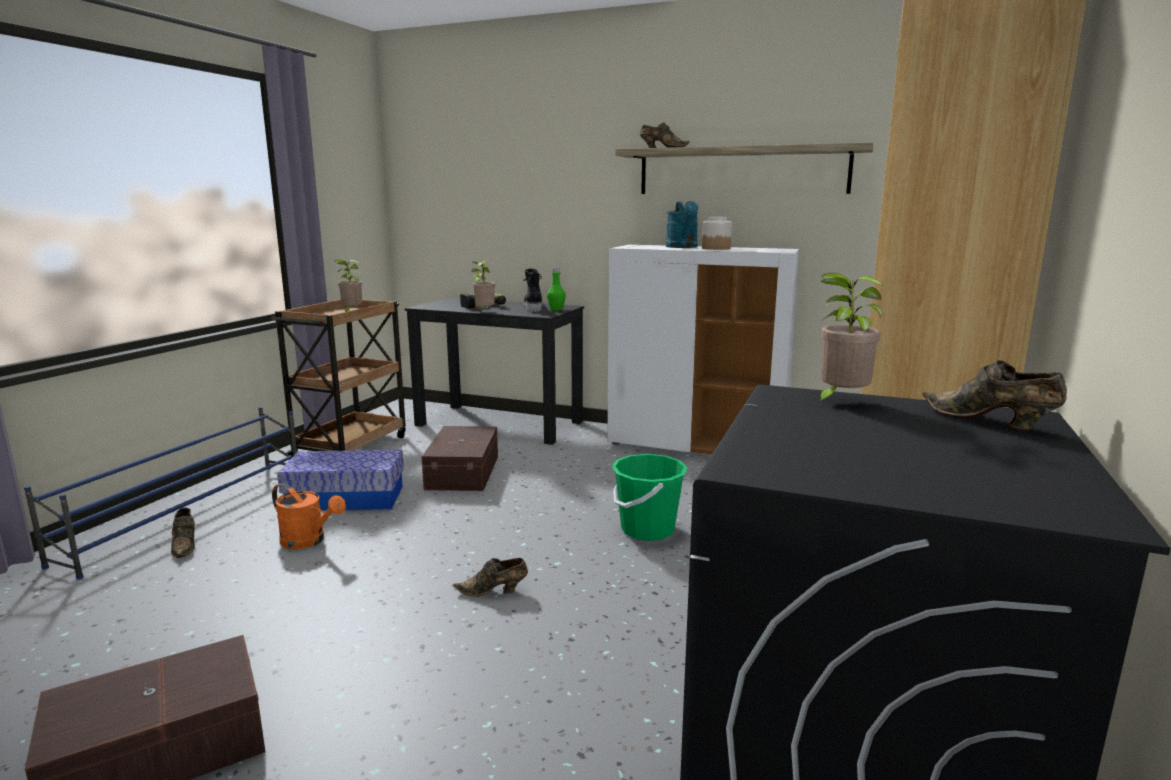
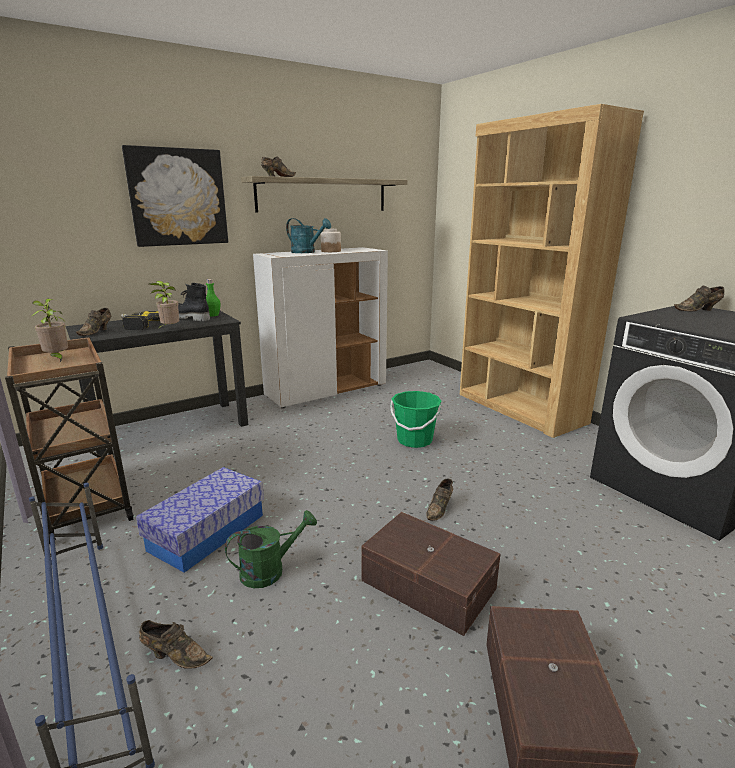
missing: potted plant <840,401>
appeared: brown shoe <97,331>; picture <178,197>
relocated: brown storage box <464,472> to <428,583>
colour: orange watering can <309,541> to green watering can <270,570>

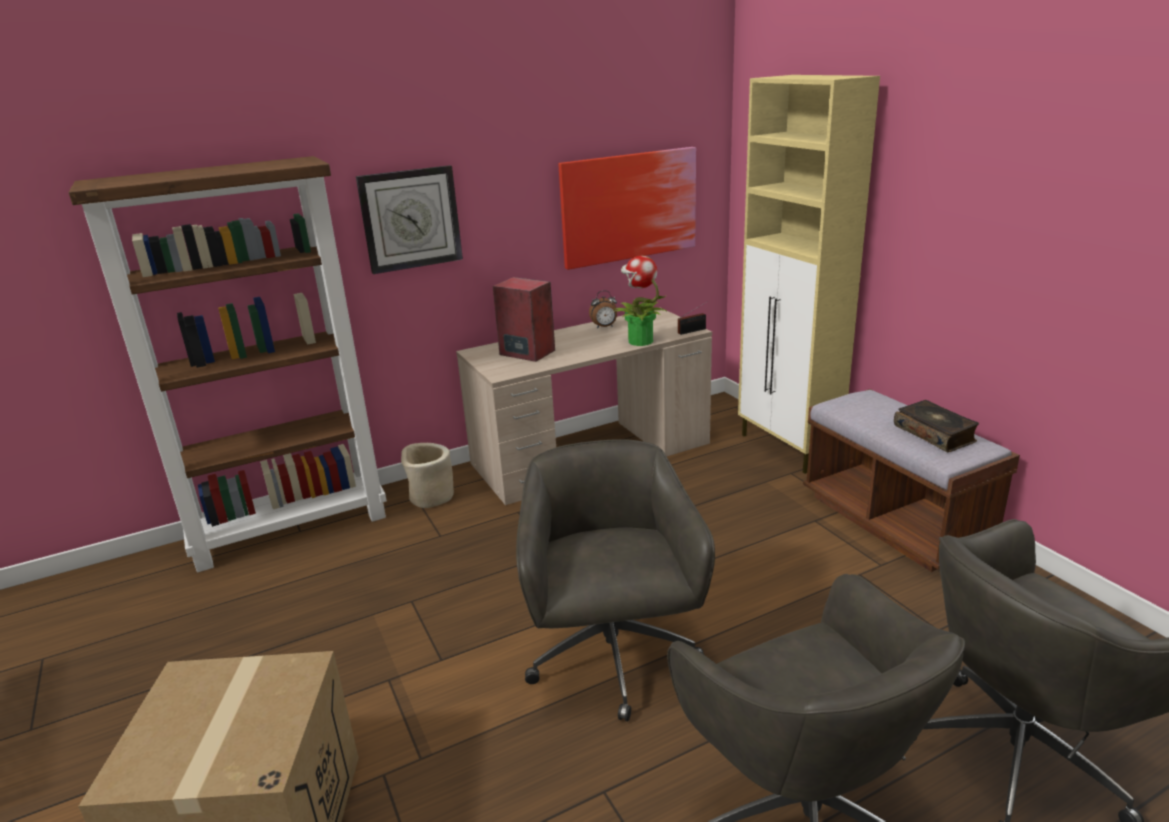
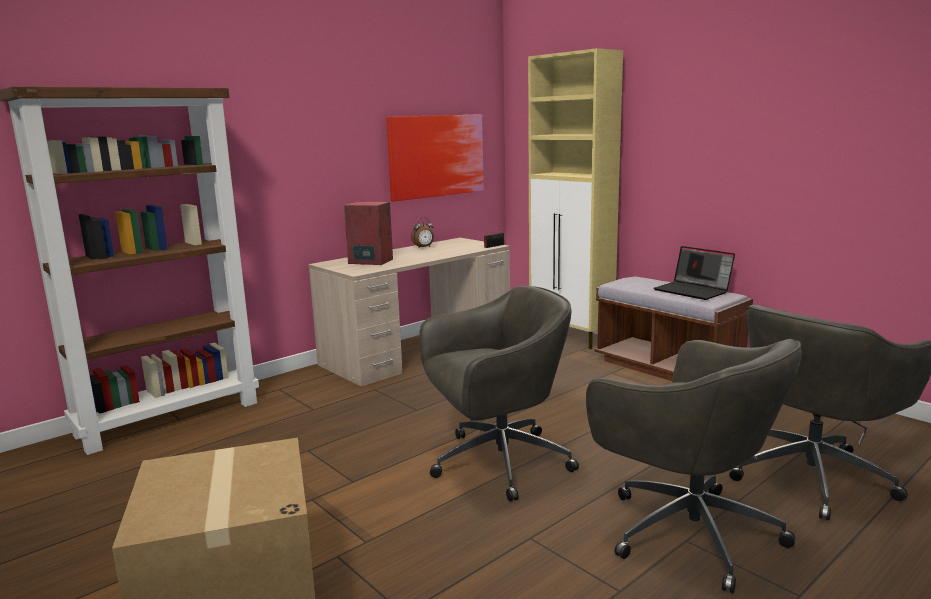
missing: wall clock <410,219>; beige planter <430,497>; potted plant <639,341>
exchanged: book <935,434> to laptop <693,291>
spun: grey office chair <612,658> = <497,463> 90 degrees clockwise

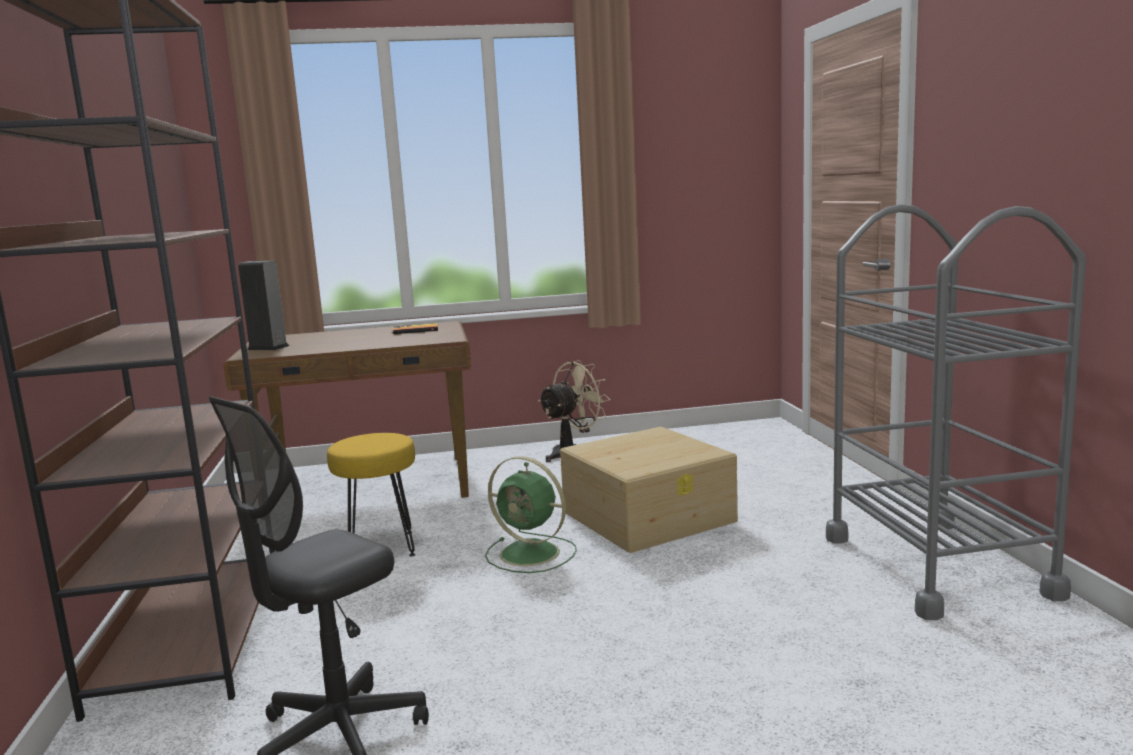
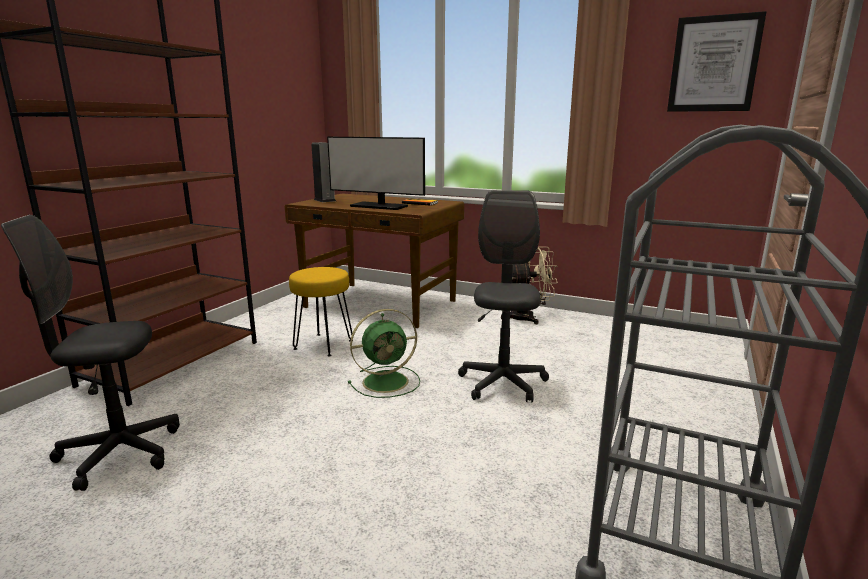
appeared: monitor <379,206>; picture <714,64>
exchanged: beige storage box <649,516> to grey office chair <502,383>
spun: green fan <532,554> = <387,381> 90 degrees counterclockwise

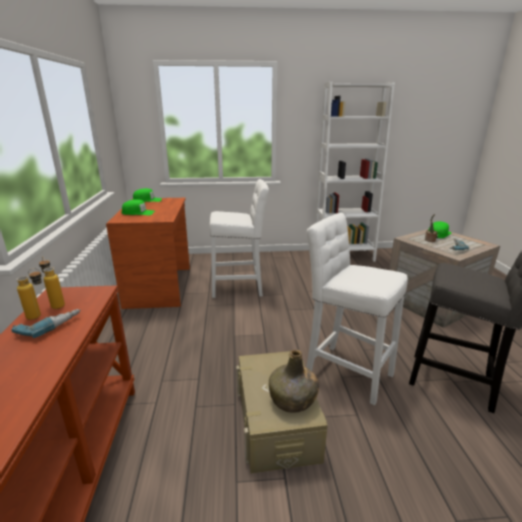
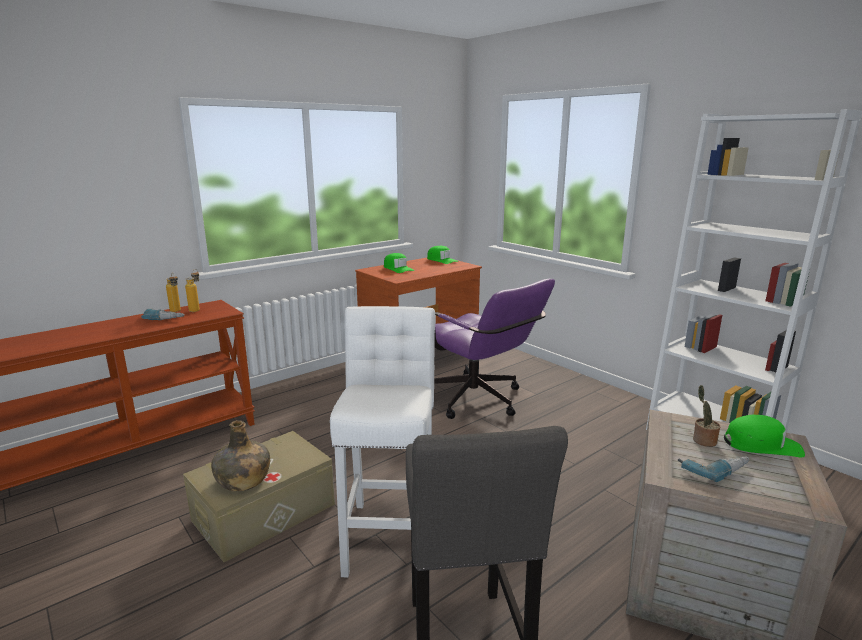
exchanged: white stool <240,288> to purple office chair <480,402>

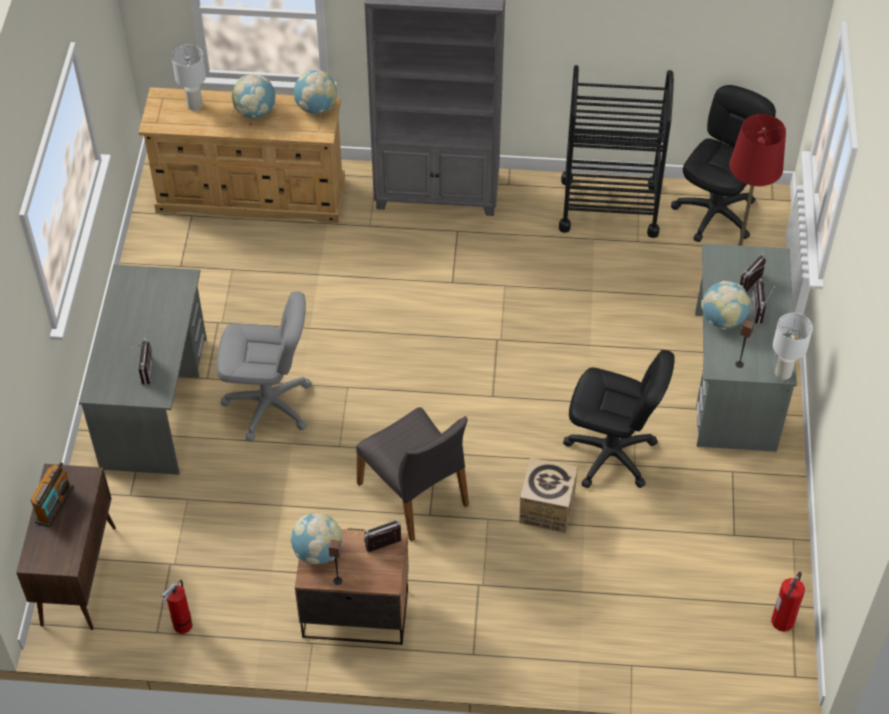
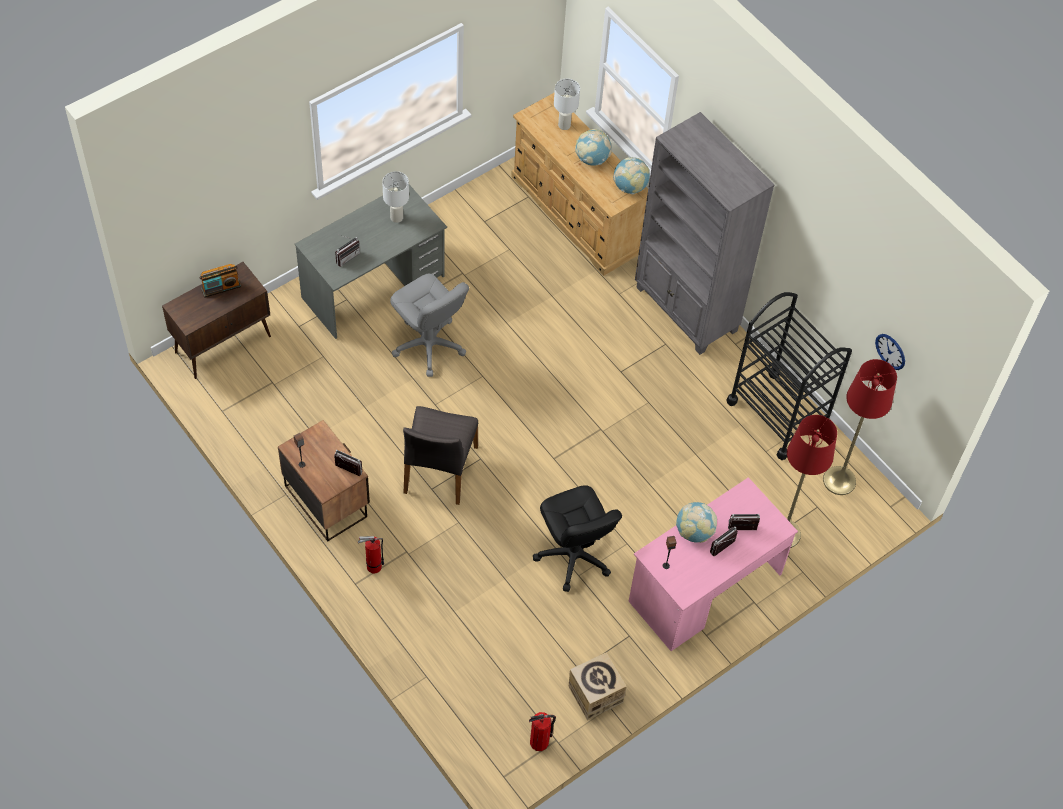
missing: globe <318,552>
appeared: wall clock <890,351>
relocated: fire extinguisher <181,627> to <372,567>; cardboard box <546,508> to <595,694>; white table lamp <782,373> to <396,217>
exchanged: black office chair <715,214> to red floor lamp <839,480>
colour: grey desk <734,381> to pink desk <704,588>

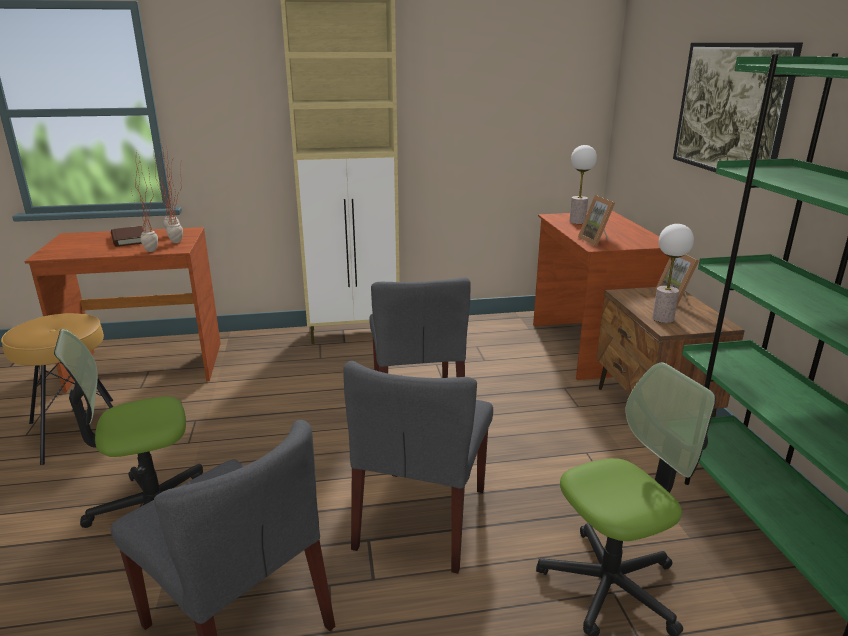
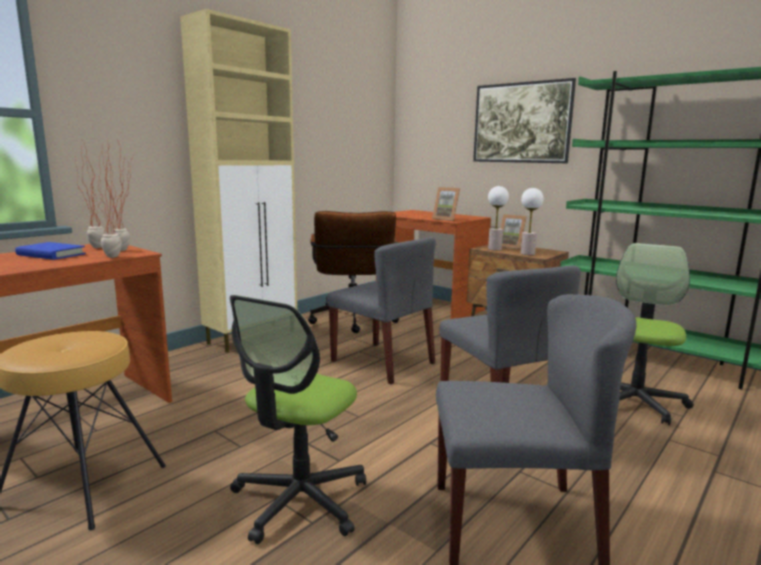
appeared: brown office chair <353,322>
relocated: table lamp <577,222> to <494,249>
colour: brown book <129,239> to blue book <51,254>

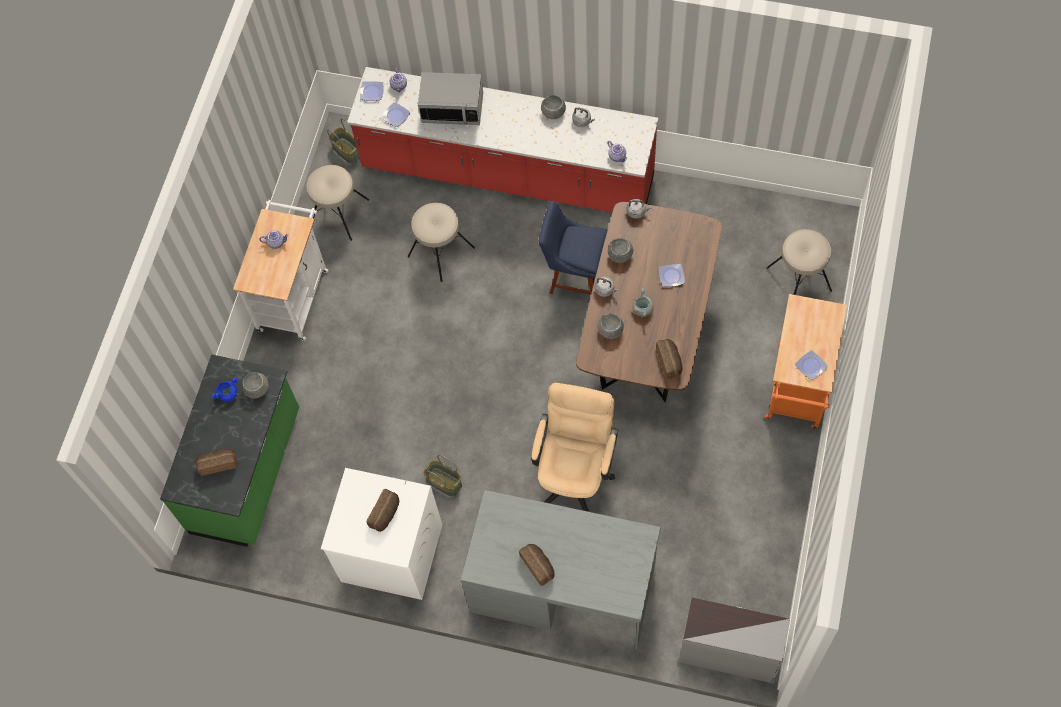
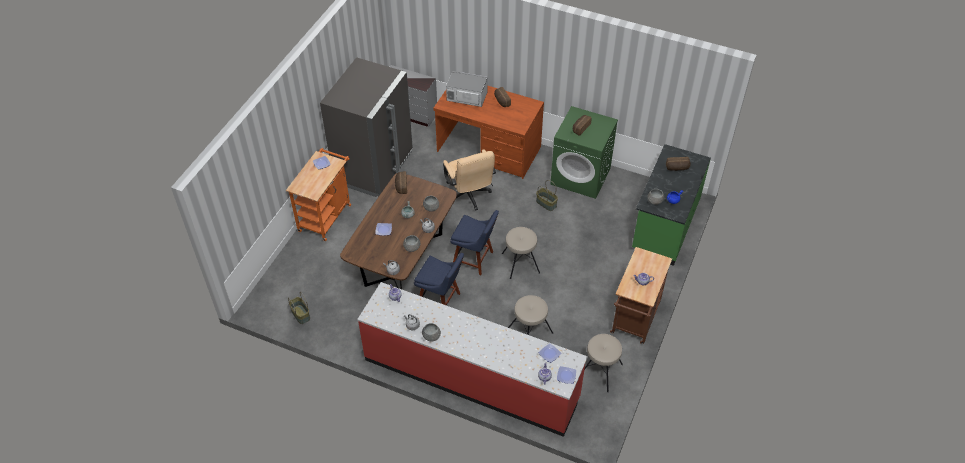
appeared: grey fridge <374,167>; blue chair <475,259>
relocated: basket <347,151> to <300,314>; microwave <452,108> to <467,97>; beige stool <799,278> to <520,263>
colour: white cart <294,295> to brown cart <634,321>; white washing machine <391,553> to green washing machine <581,176>; grey desk <562,586> to brown desk <489,150>
spun: beige office chair <575,473> = <469,196> 45 degrees counterclockwise

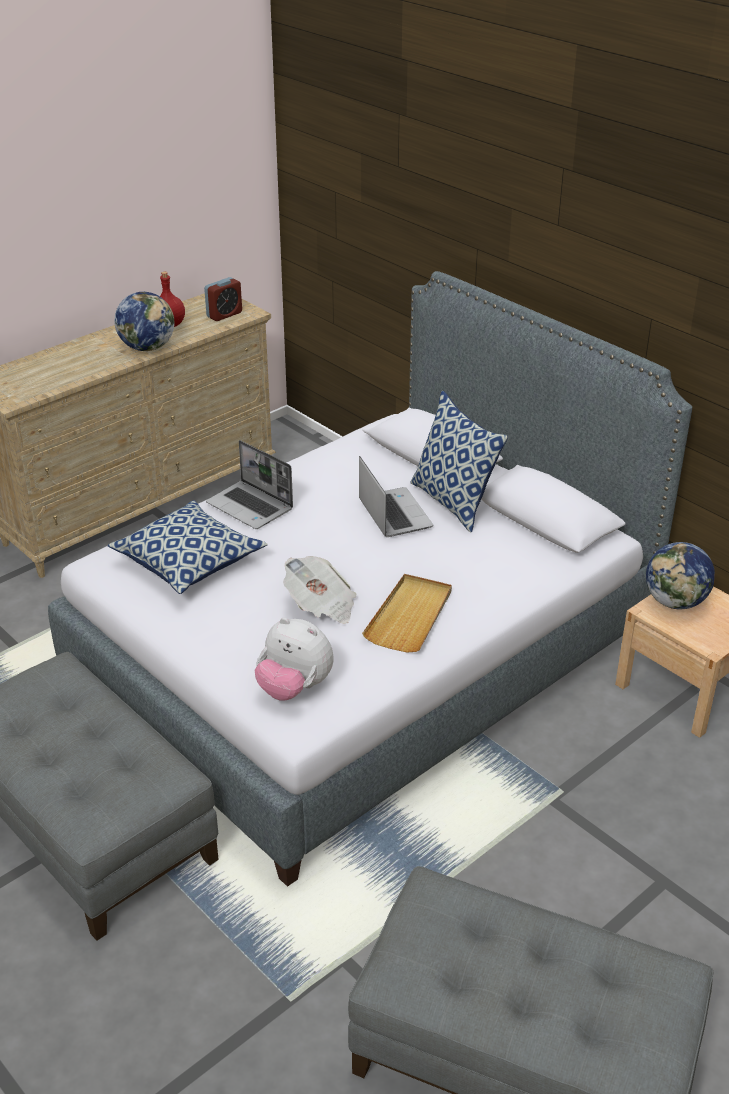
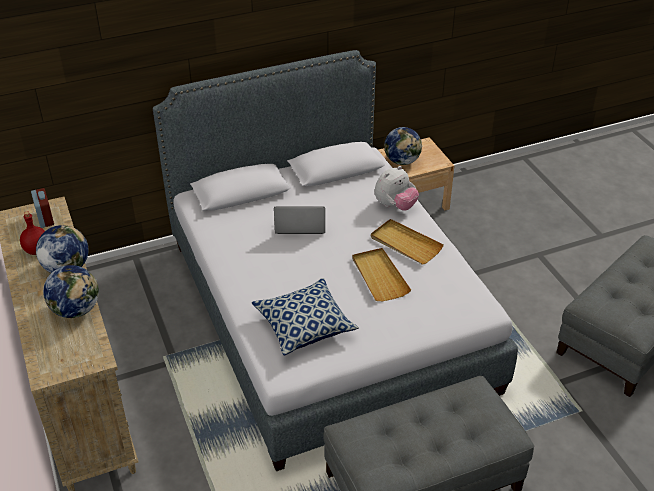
missing: laptop <251,507>; pillow <454,502>
appeared: globe <76,310>
relocated: plush toy <294,688> to <395,206>
exchanged: newspaper <321,605> to beige tray <379,276>

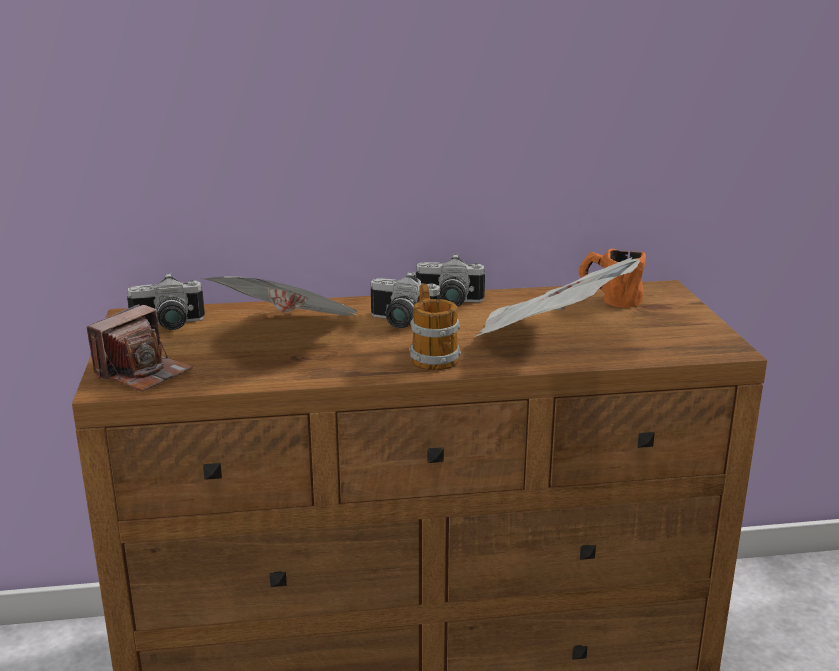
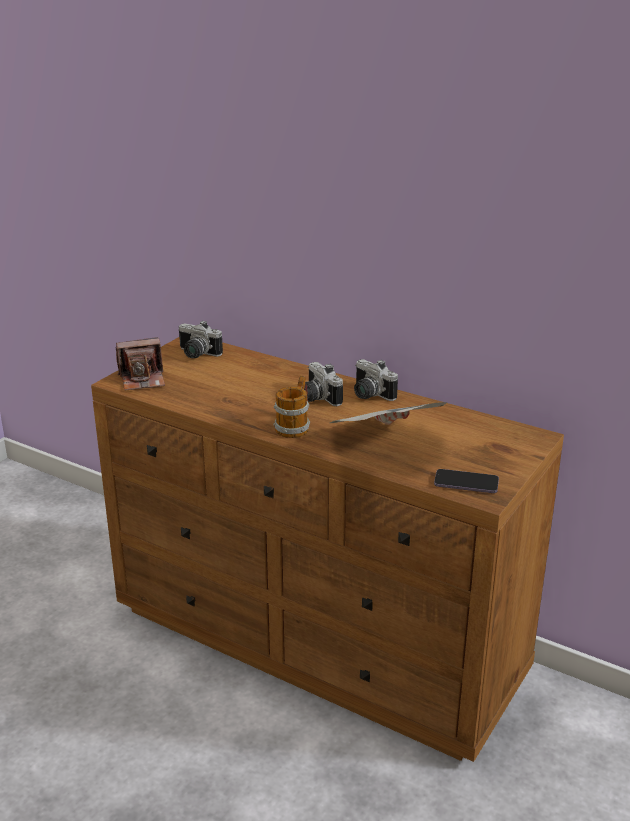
missing: newspaper <292,338>; orange mug <609,299>
appeared: phone <466,483>

